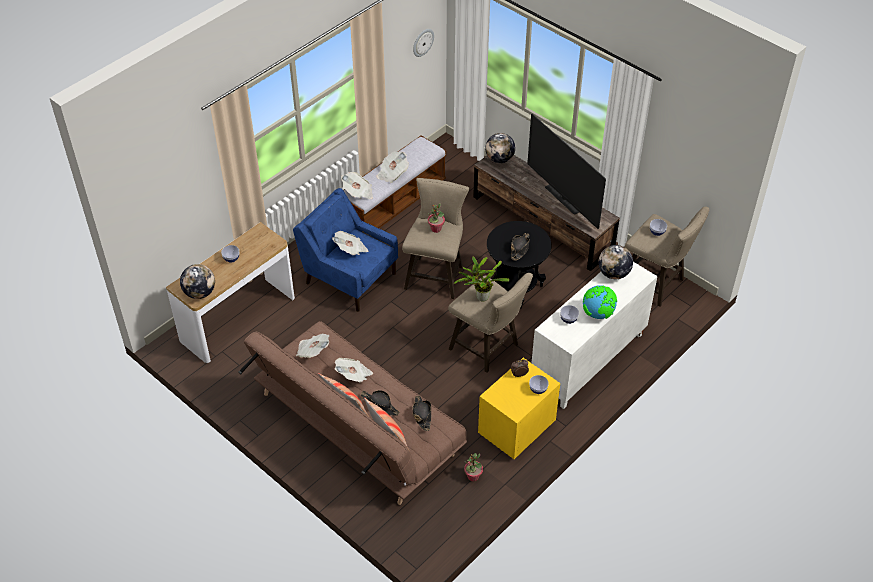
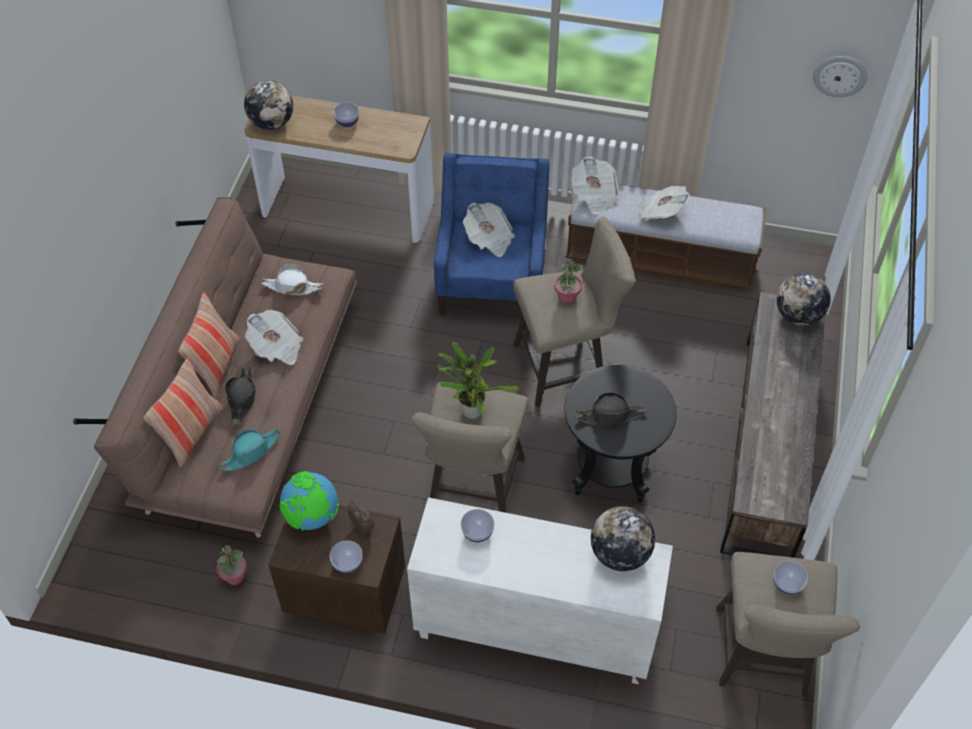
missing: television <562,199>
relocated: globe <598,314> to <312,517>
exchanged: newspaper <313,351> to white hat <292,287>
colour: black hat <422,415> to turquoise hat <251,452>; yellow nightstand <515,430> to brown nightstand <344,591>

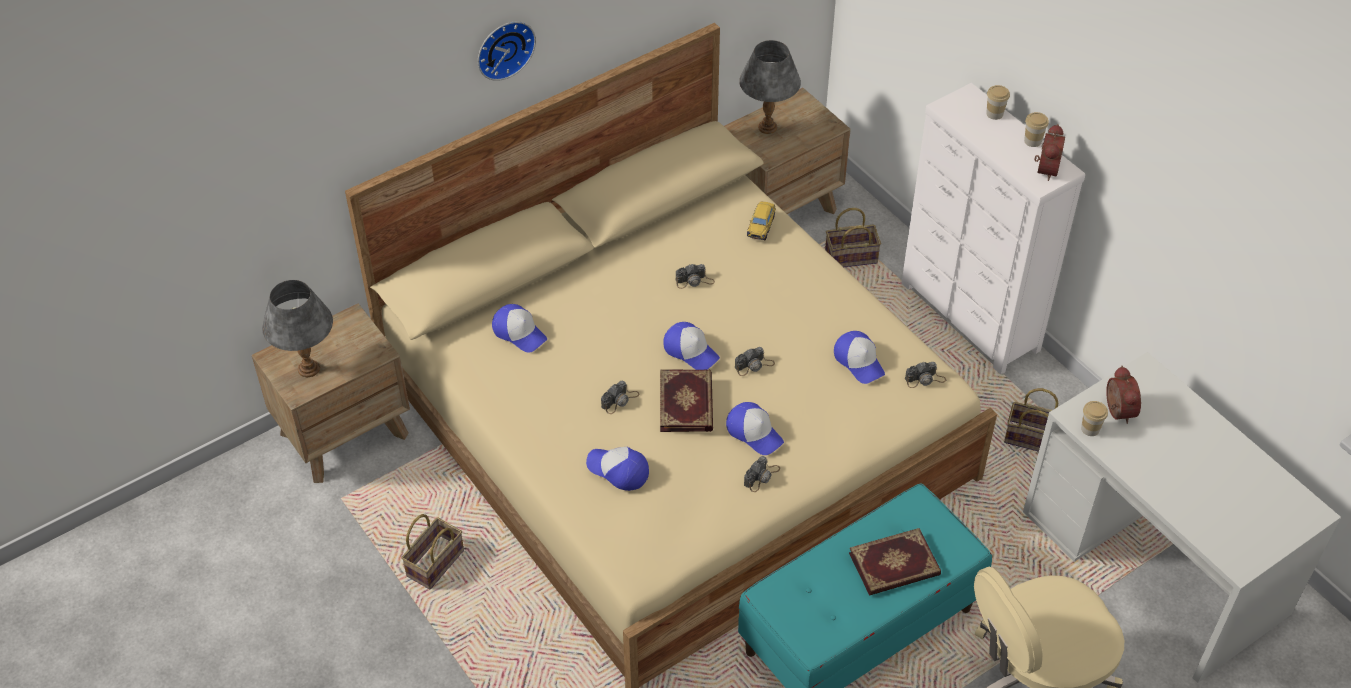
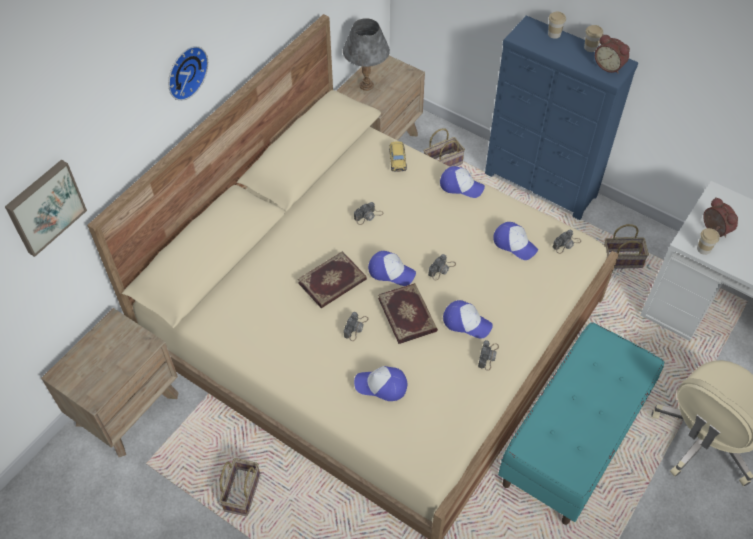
missing: grey table lamp <309,368>
appeared: picture <44,206>
relocated: cap <519,332> to <461,186>; book <894,565> to <333,282>
colour: white dresser <968,318> to blue dresser <540,186>
spun: alarm clock <1045,169> = <609,66> 135 degrees clockwise

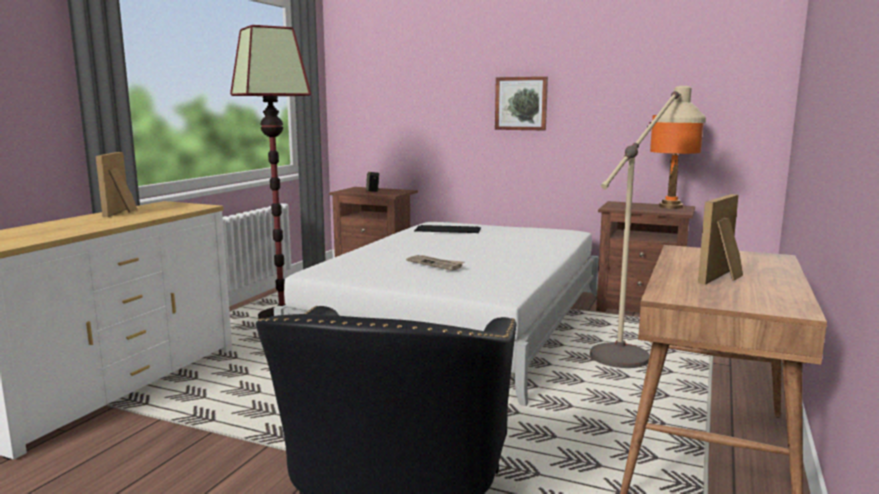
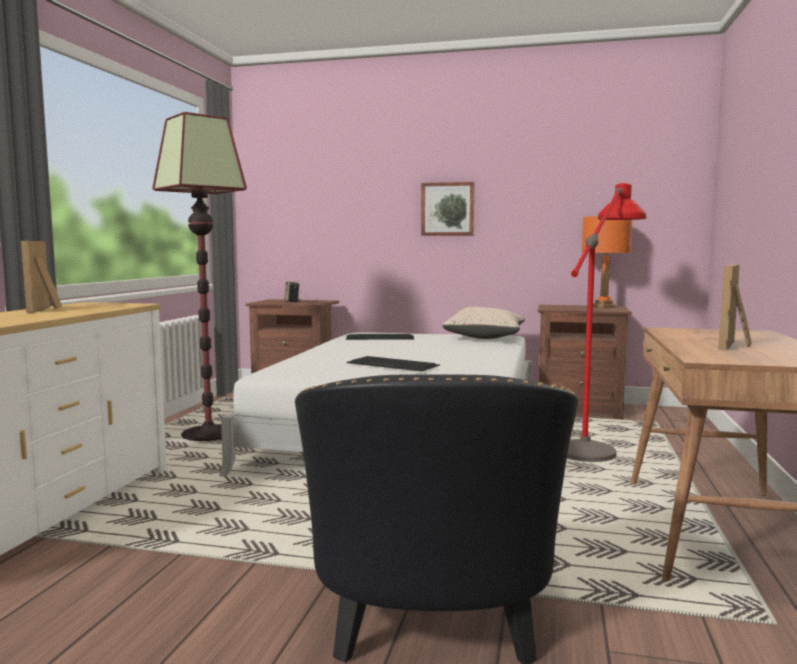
appeared: beige pillow <485,337>
exchanged: newspaper <435,264> to keyboard <393,364>
colour: beige floor lamp <638,346> to red floor lamp <597,442>

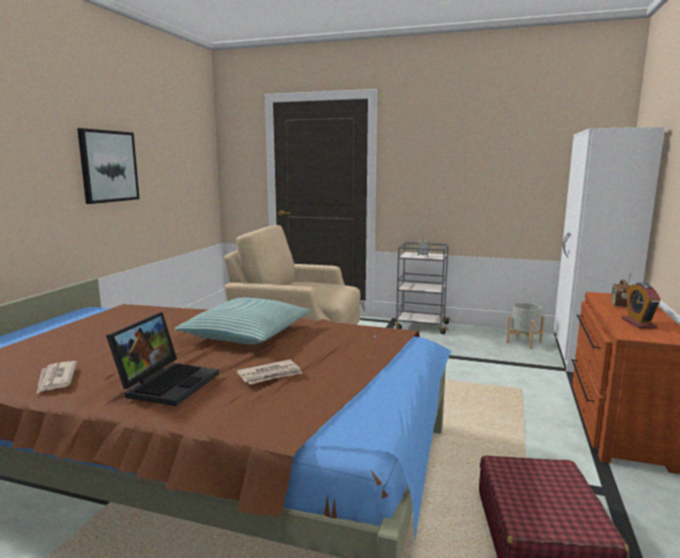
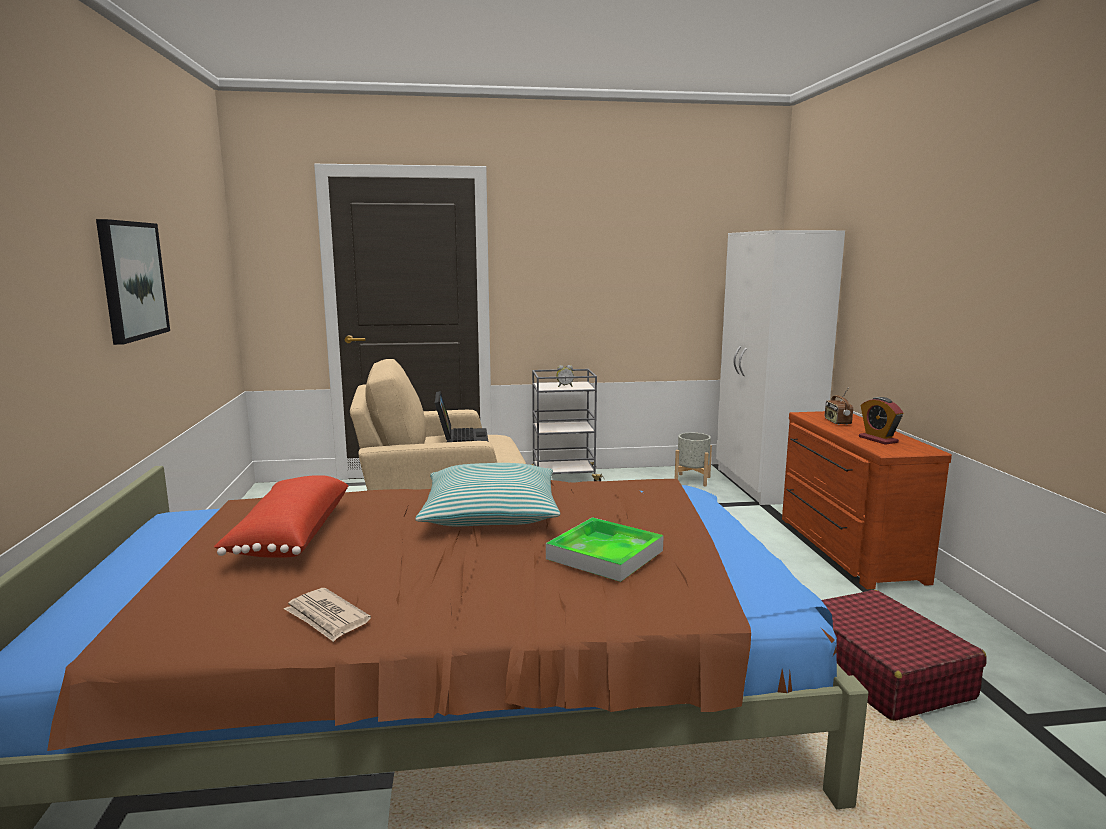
appeared: red pillow <289,536>
relocated: laptop <167,383> to <460,438>
exchanged: newspaper <270,375> to tray <605,555>

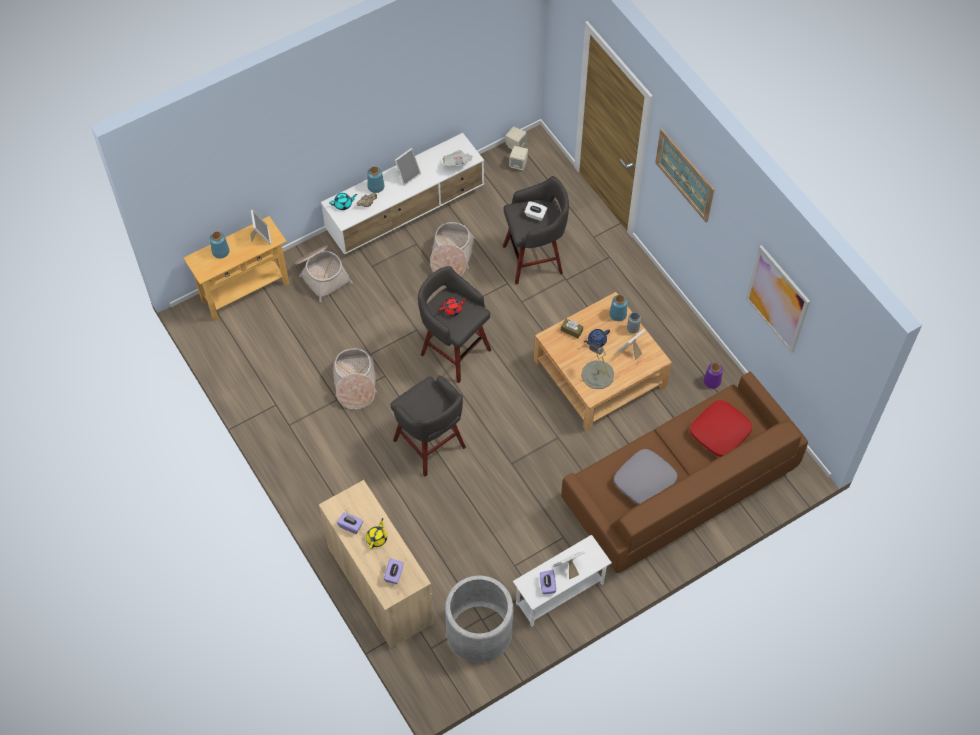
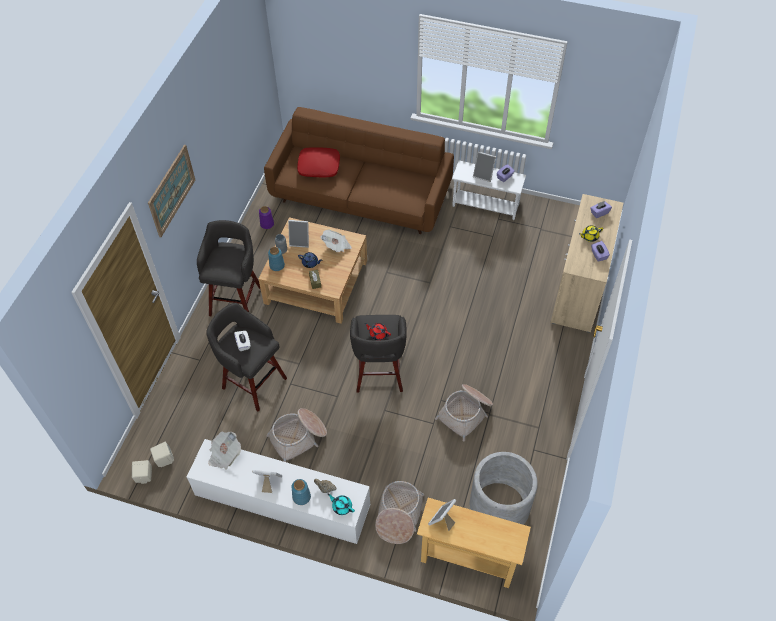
missing: blue vase <220,252>; grey pillow <645,482>; picture <777,299>
relocated: grey stool <430,446> to <236,299>; grey planter <479,632> to <499,506>
exchanged: grey table lamp <597,374> to newspaper <336,246>

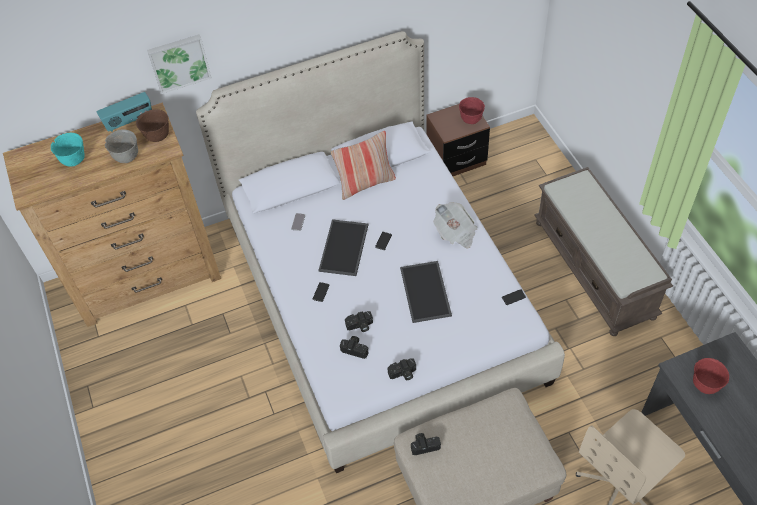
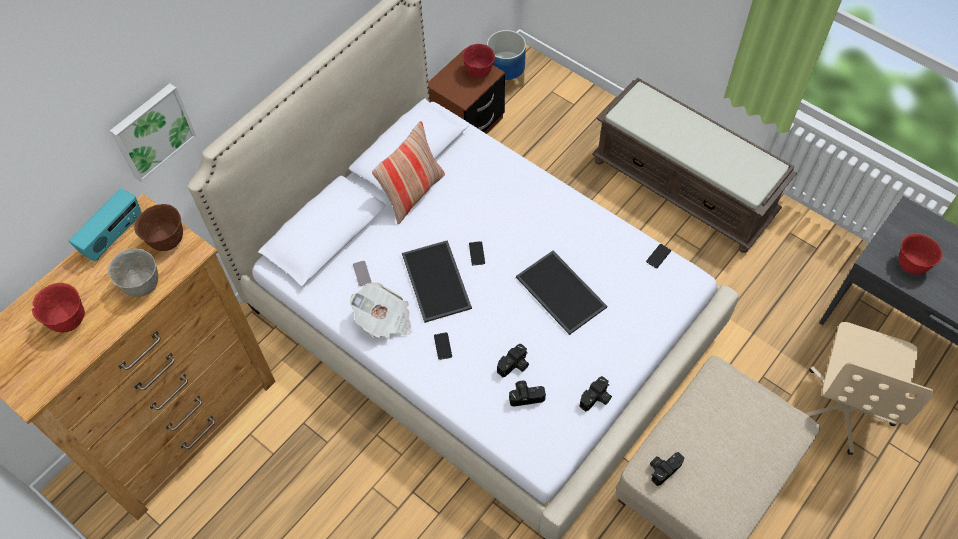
appeared: planter <505,81>
relocated: newspaper <455,233> to <384,320>
colour: turquoise bowl <73,160> to red bowl <67,319>

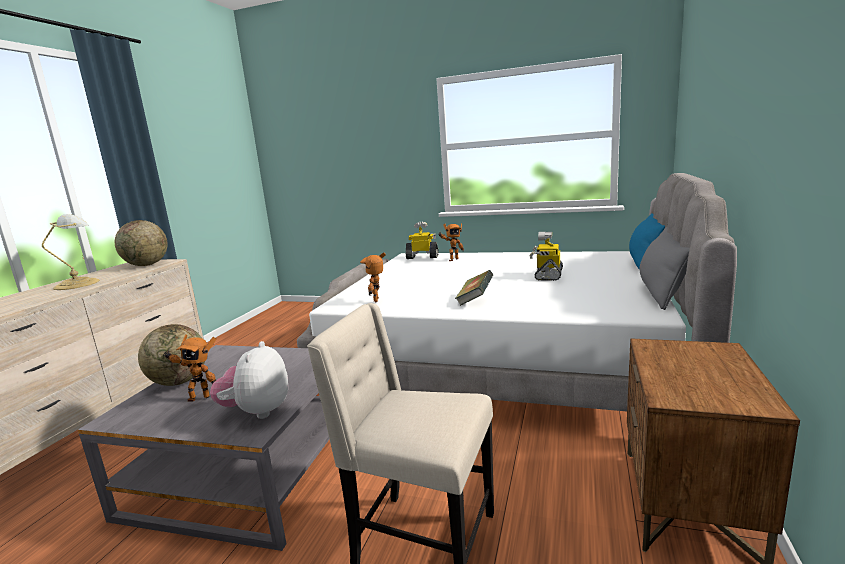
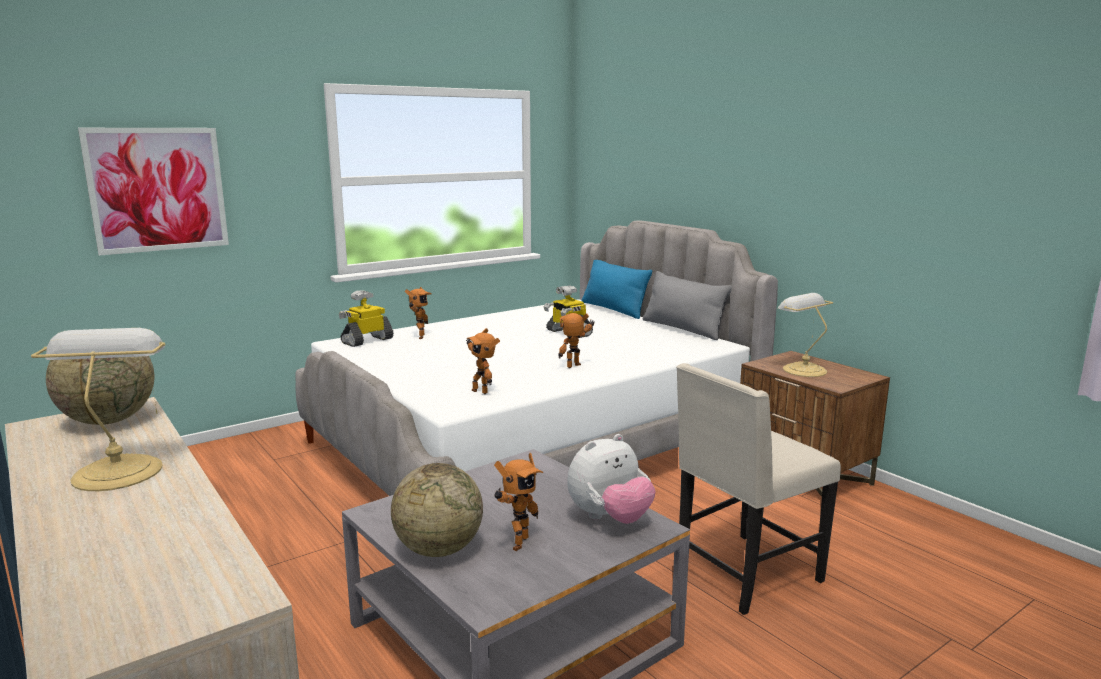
appeared: picture <157,189>; table lamp <802,369>
exchanged: book <475,300> to toy robot <576,367>
spun: plush toy <257,411> = <609,518> 75 degrees counterclockwise

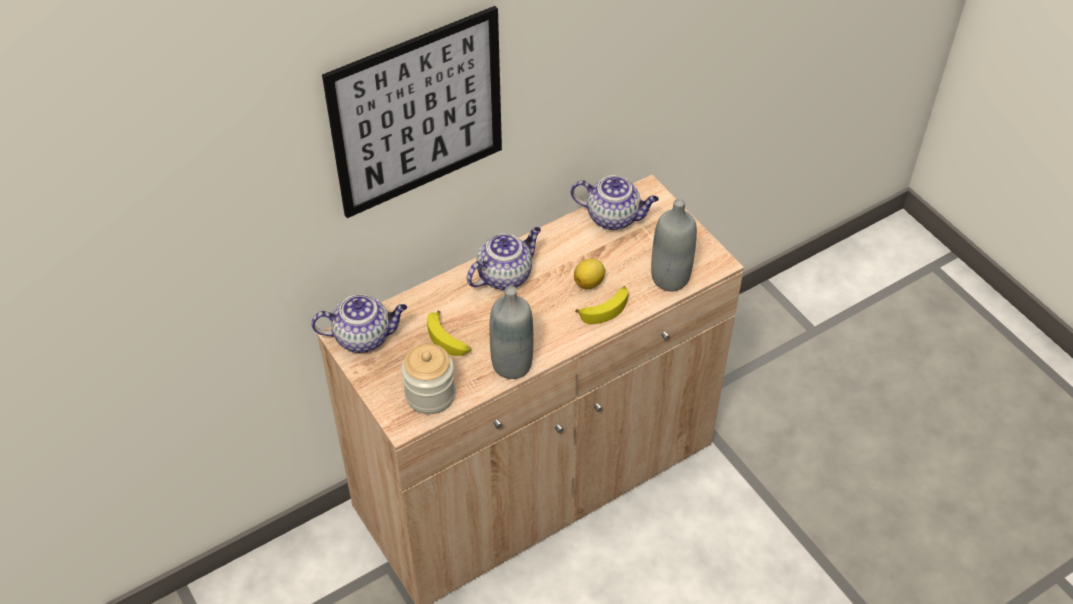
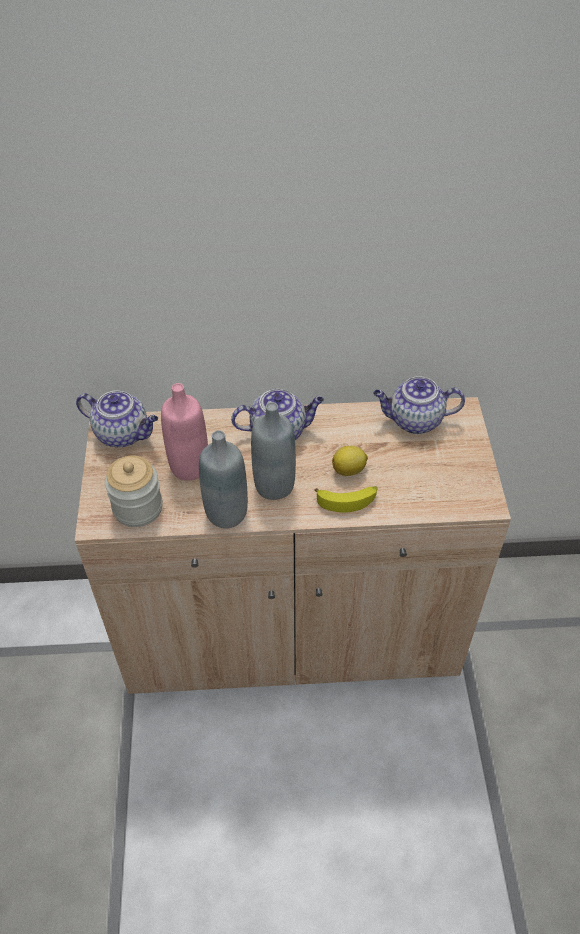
missing: picture <417,113>
relocated: grey bottle <670,278> to <274,485>
exchanged: banana <448,339> to pink bottle <189,467>
spun: teapot <614,217> = <414,421> 135 degrees clockwise

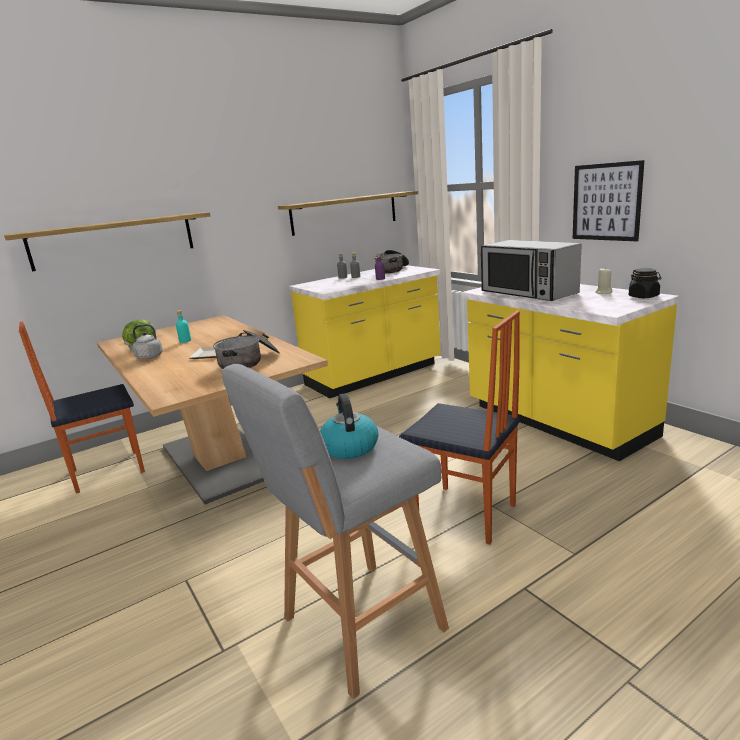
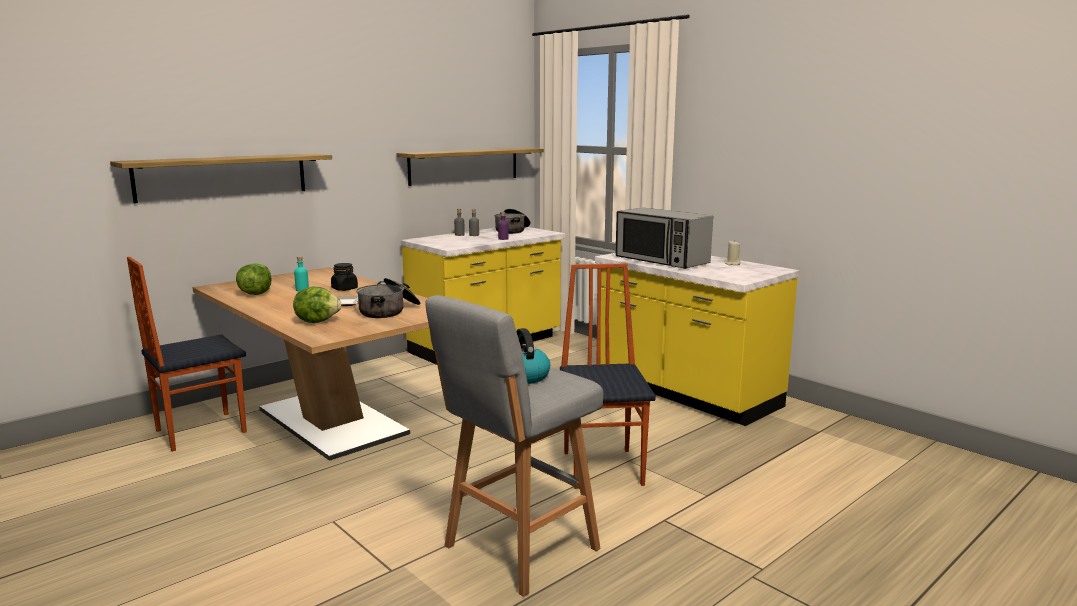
missing: grey kettle <147,357>; picture <606,202>
appeared: lettuce <317,321>
relocated: black jar <643,296> to <344,289>
spun: chair <465,514> = <604,467> 120 degrees counterclockwise

